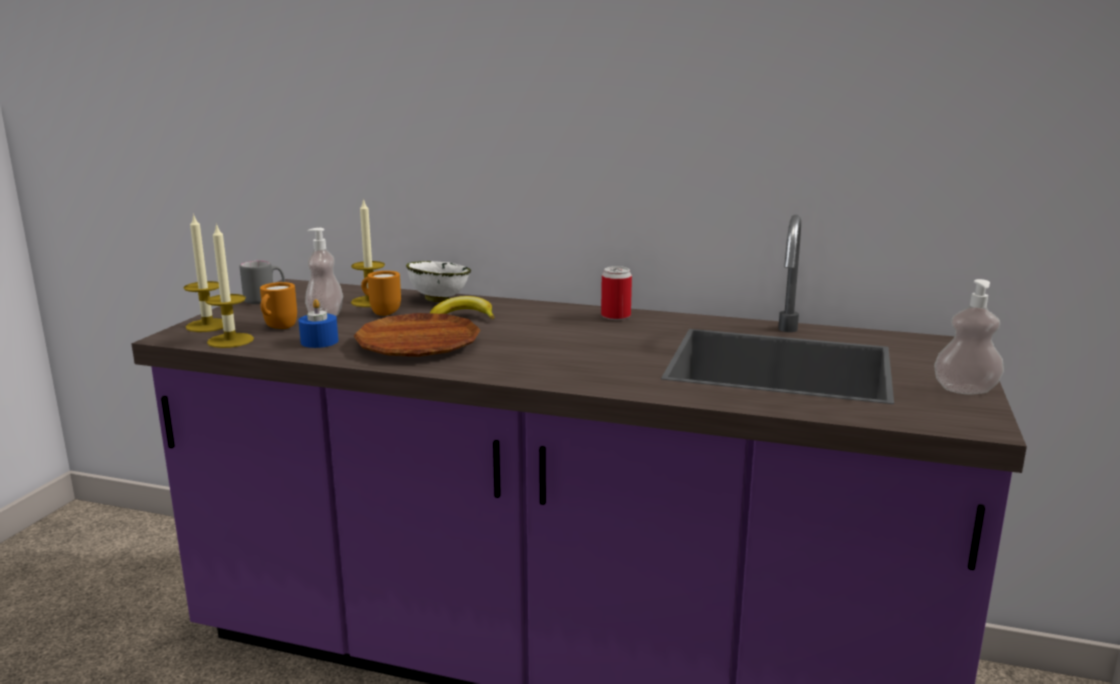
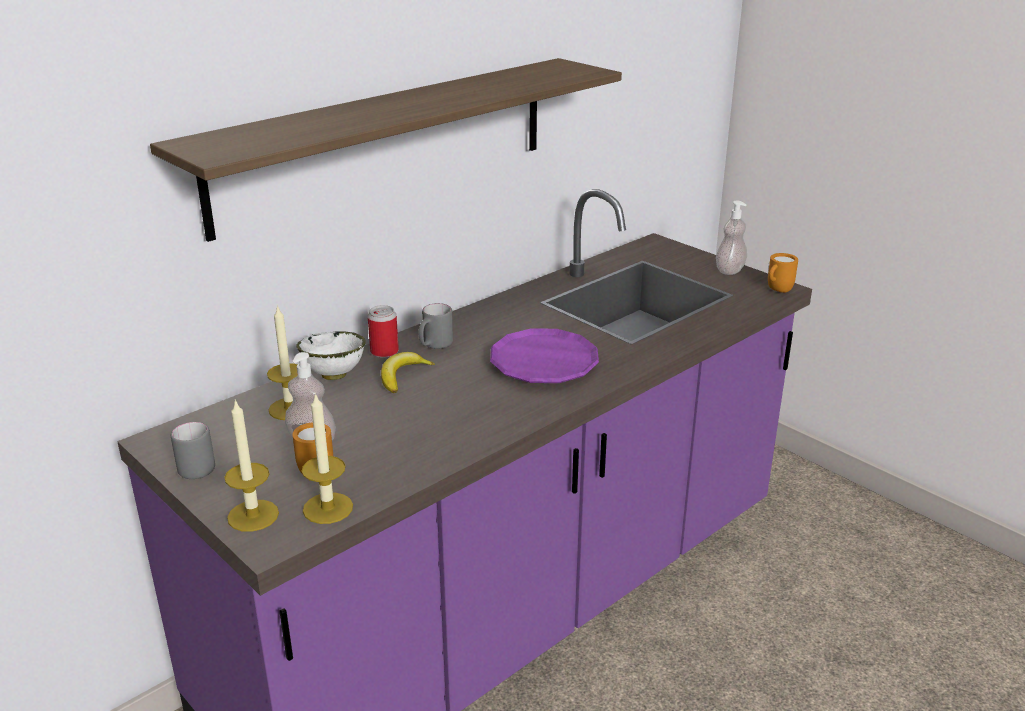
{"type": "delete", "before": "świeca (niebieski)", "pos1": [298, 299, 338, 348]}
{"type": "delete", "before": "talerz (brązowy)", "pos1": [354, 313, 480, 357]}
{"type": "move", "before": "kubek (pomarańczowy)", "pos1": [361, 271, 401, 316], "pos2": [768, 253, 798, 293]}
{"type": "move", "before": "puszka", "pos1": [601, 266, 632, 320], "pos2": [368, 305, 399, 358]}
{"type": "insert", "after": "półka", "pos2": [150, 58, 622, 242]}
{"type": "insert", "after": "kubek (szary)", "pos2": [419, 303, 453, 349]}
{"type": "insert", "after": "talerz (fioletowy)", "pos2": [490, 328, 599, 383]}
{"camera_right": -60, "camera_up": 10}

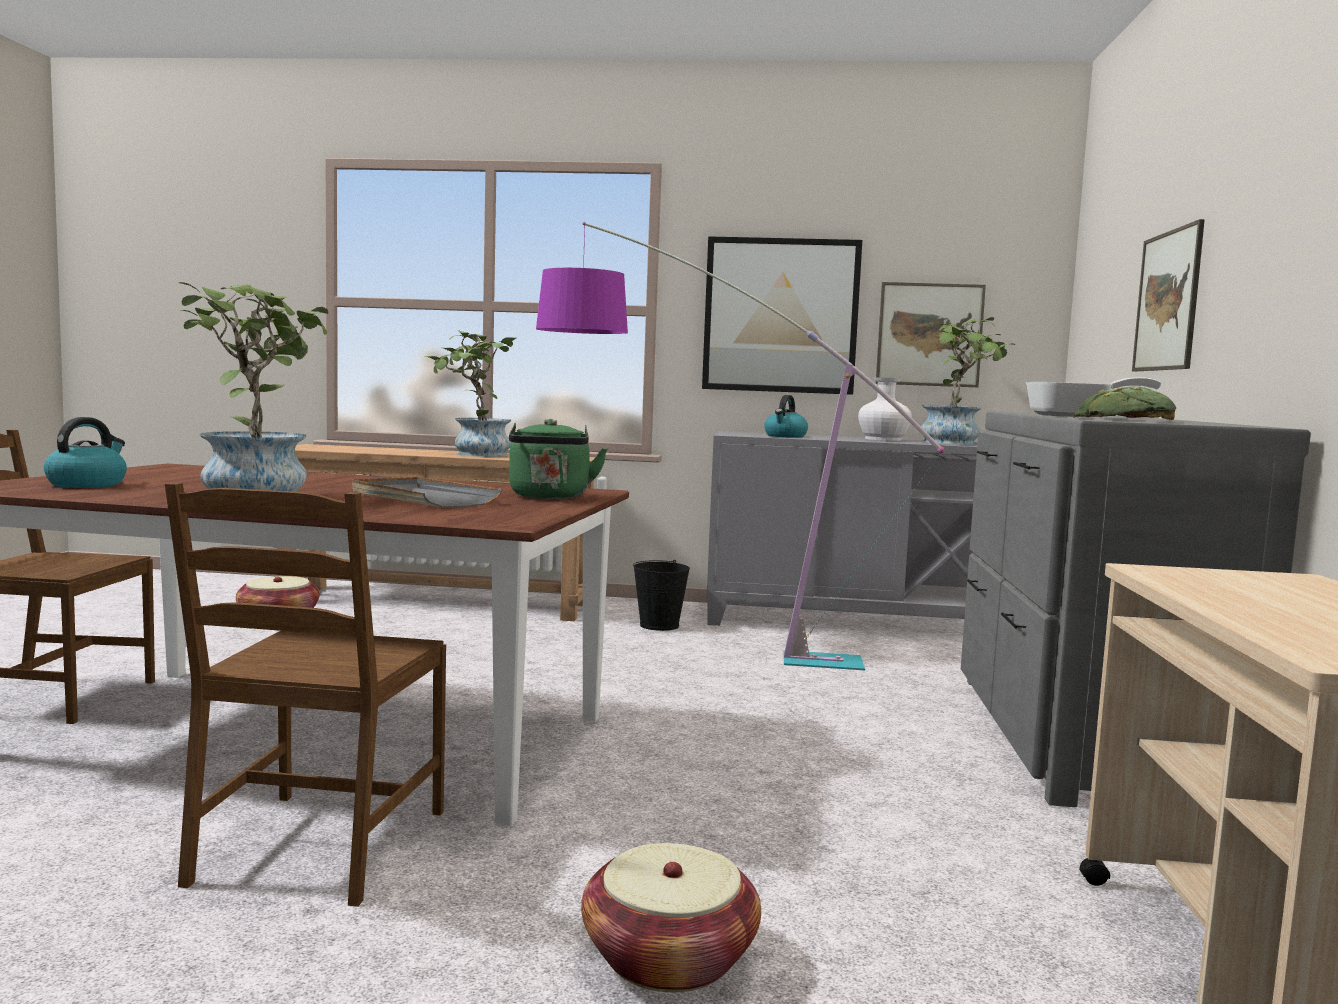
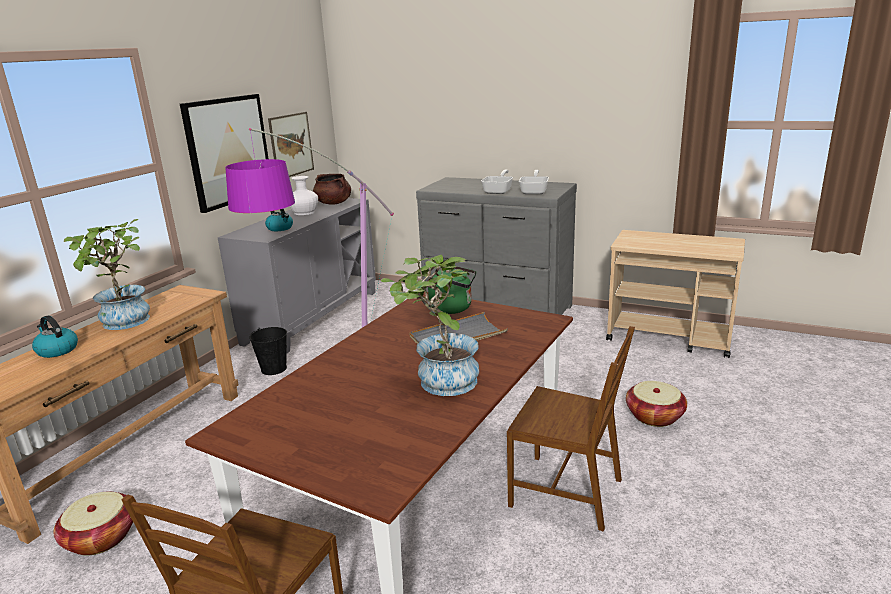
{"type": "move", "before": "czajnik", "pos1": [44, 417, 127, 488], "pos2": [32, 316, 78, 358]}
{"type": "replace", "before": "roślina doniczkowa", "after": "garnek (brązowy)", "pos1": [921, 317, 1016, 445], "pos2": [313, 174, 351, 205]}
{"type": "replace", "before": "chleb", "after": "patelnia", "pos1": [1073, 386, 1176, 420], "pos2": [519, 170, 549, 194]}
{"type": "delete", "before": "obraz", "pos1": [1132, 219, 1205, 371]}
{"camera_right": -70, "camera_up": 15}

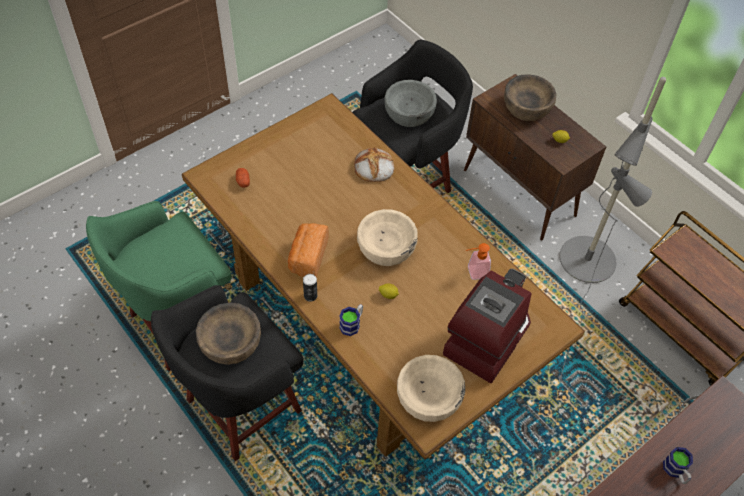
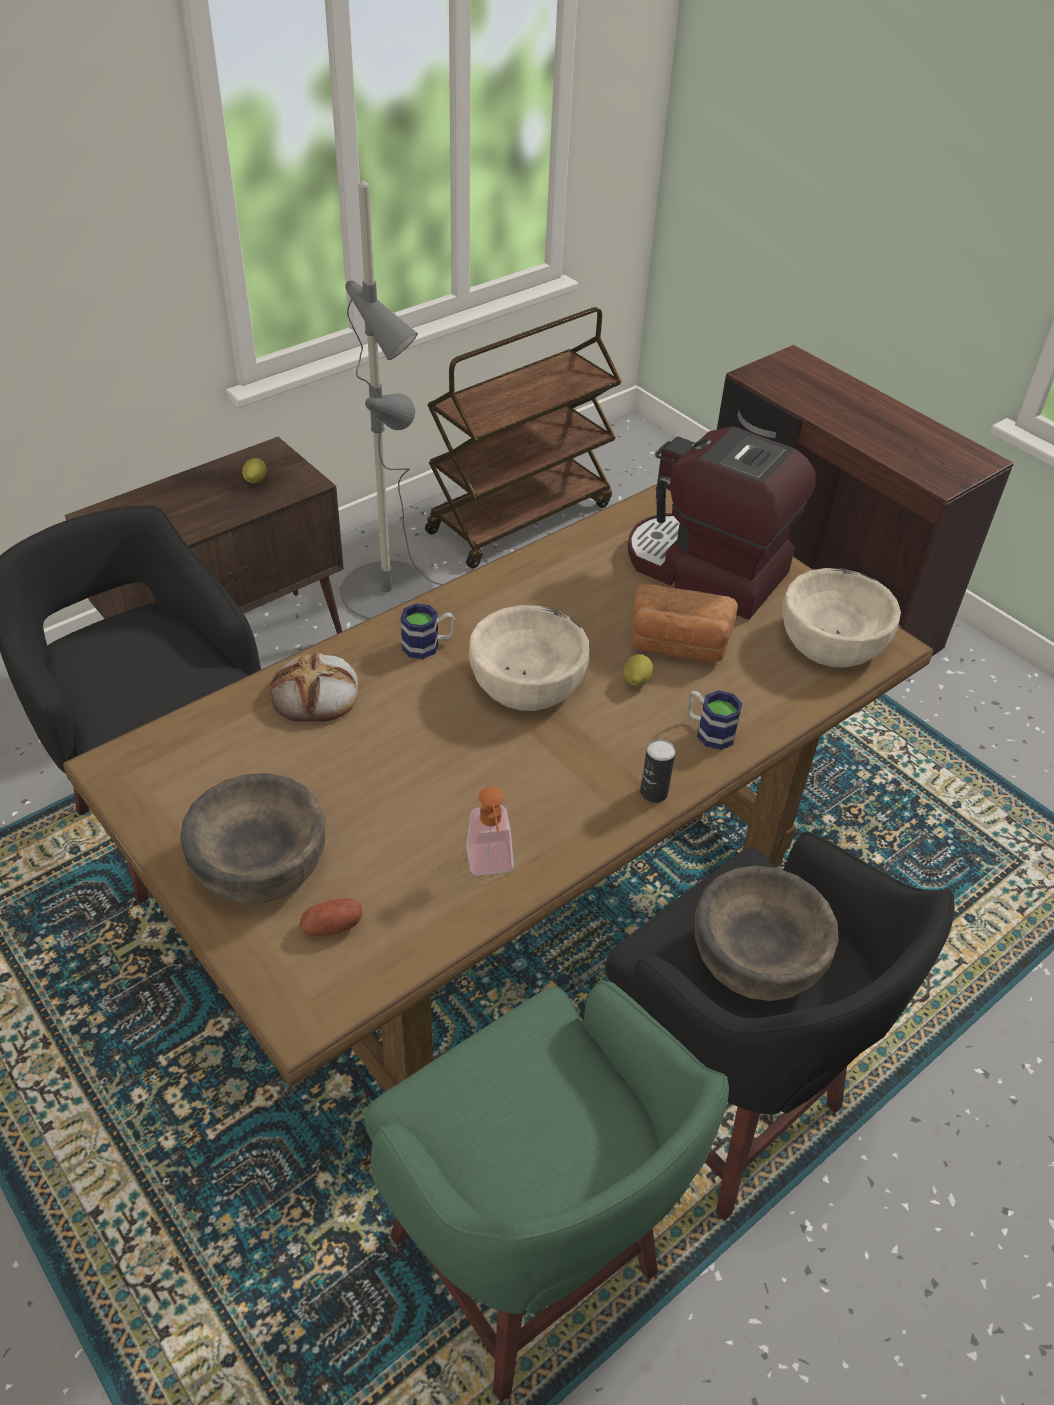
{"type": "move", "before": "chleb", "pos1": [288, 223, 328, 278], "pos2": [632, 584, 738, 662]}
{"type": "delete", "before": "miska (szary)", "pos1": [384, 80, 437, 127]}
{"type": "move", "before": "dozownik mydła", "pos1": [466, 243, 491, 280], "pos2": [466, 787, 514, 876]}
{"type": "move", "before": "miska (brązowy)", "pos1": [504, 74, 557, 121], "pos2": [180, 773, 325, 904]}
{"type": "move", "before": "kubek", "pos1": [663, 447, 693, 484], "pos2": [400, 604, 455, 659]}
{"camera_right": -90, "camera_up": -10}

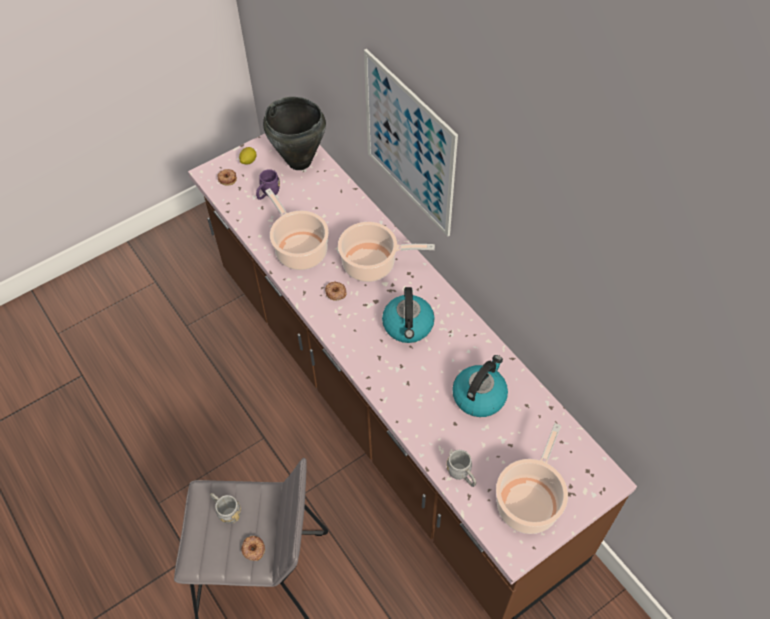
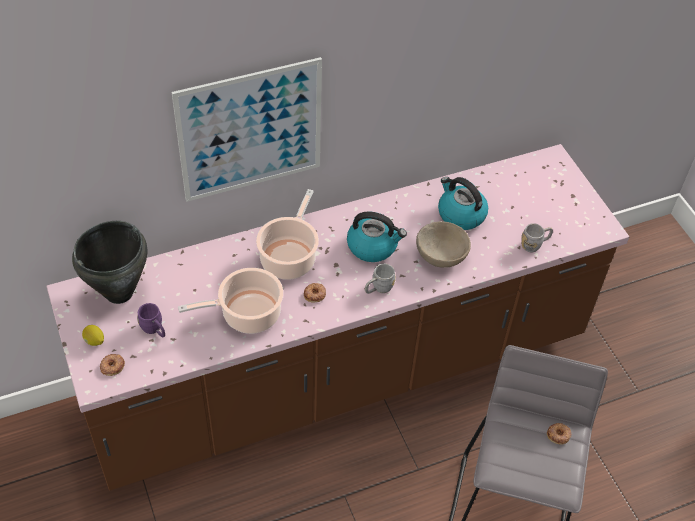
{"type": "move", "before": "kubek (szary)", "pos1": [210, 493, 241, 524], "pos2": [365, 263, 396, 294]}
{"type": "delete", "before": "garnek", "pos1": [496, 423, 568, 534]}
{"type": "insert", "after": "miska (beżowy)", "pos2": [416, 221, 471, 268]}
{"camera_right": -80, "camera_up": -5}

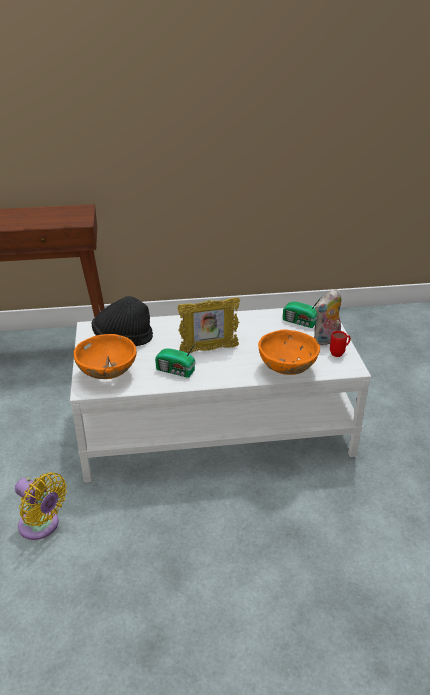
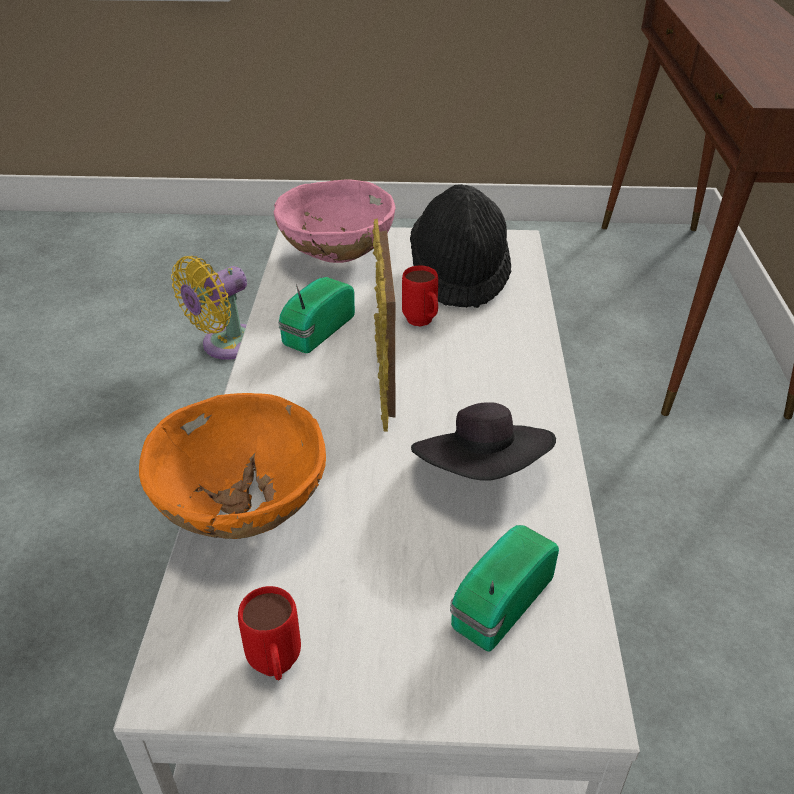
{"type": "recolor", "before": "miska (pomarańczowy)", "after": "miska (różowy)", "pos1": [74, 334, 137, 379], "pos2": [273, 179, 396, 263]}
{"type": "delete", "before": "pluszak", "pos1": [314, 289, 342, 346]}
{"type": "insert", "after": "kubek (czerwony)", "pos2": [402, 266, 438, 326]}
{"type": "insert", "after": "kapelusz (czarny)", "pos2": [411, 402, 556, 481]}
{"camera_right": 100, "camera_up": 5}

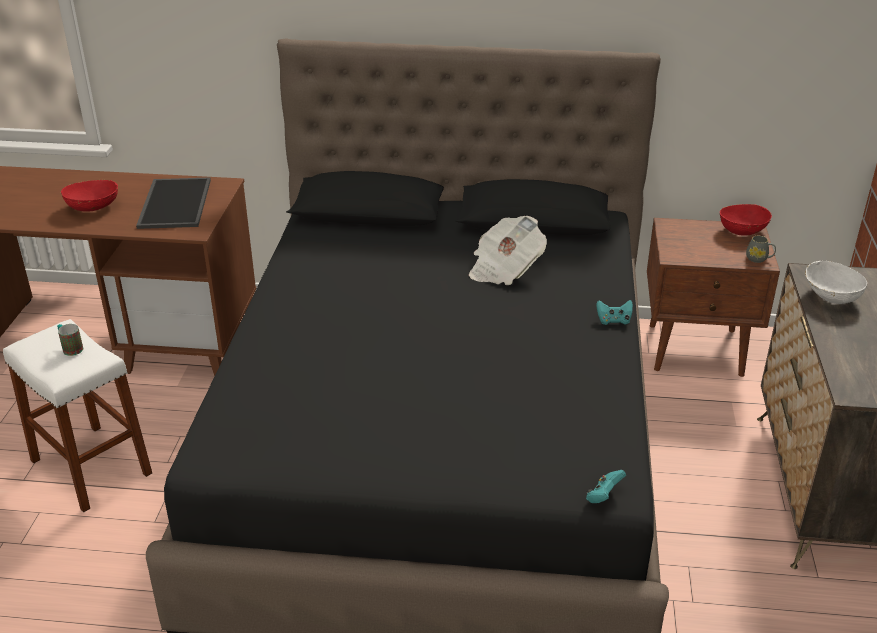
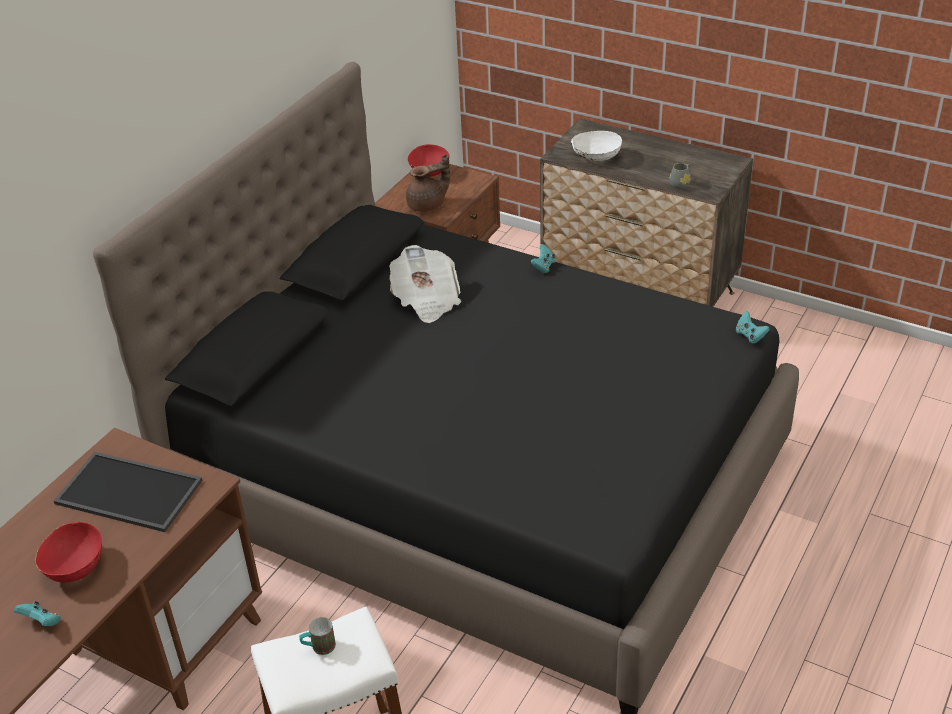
{"type": "move", "before": "kubek (szary)", "pos1": [746, 236, 776, 263], "pos2": [669, 163, 691, 189]}
{"type": "insert", "after": "pad do gier (turkusowy)", "pos2": [14, 601, 61, 626]}
{"type": "insert", "after": "imbryk (brązowy)", "pos2": [406, 154, 450, 212]}
{"camera_right": -65, "camera_up": 5}

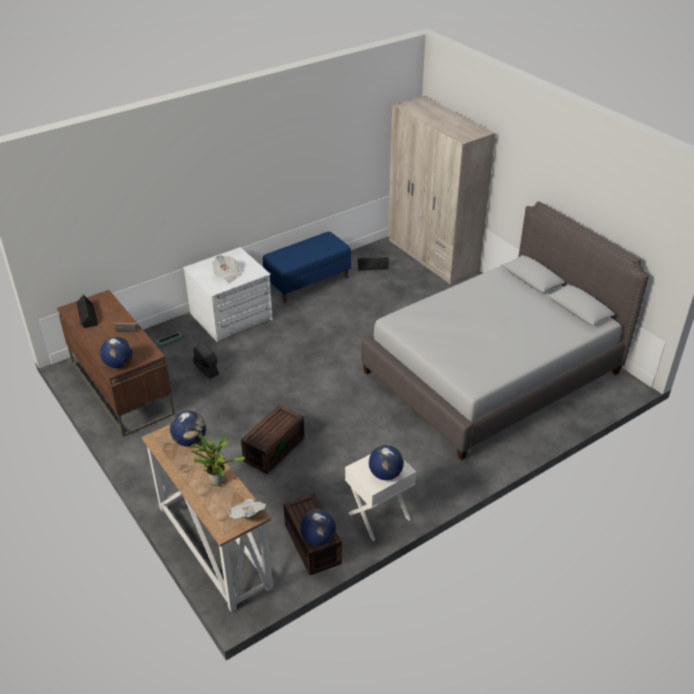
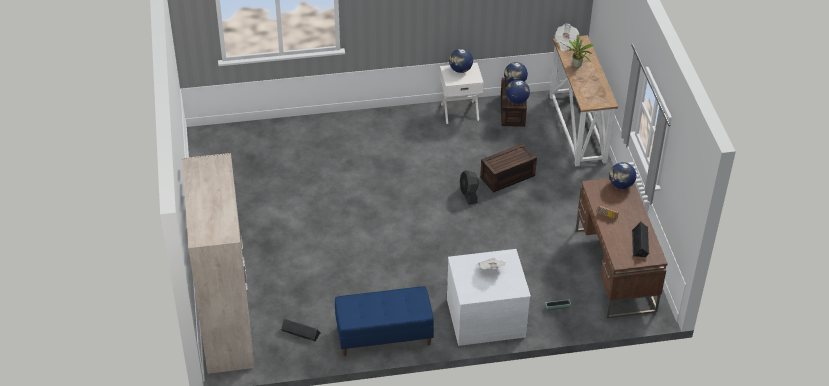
{"type": "move", "before": "globus", "pos1": [170, 411, 206, 446], "pos2": [506, 80, 530, 104]}
{"type": "move", "before": "wentylator (czarny)", "pos1": [193, 342, 219, 379], "pos2": [460, 170, 479, 205]}
{"type": "delete", "before": "łóżko (szary)", "pos1": [361, 201, 649, 460]}
{"camera_right": -155, "camera_up": 5}

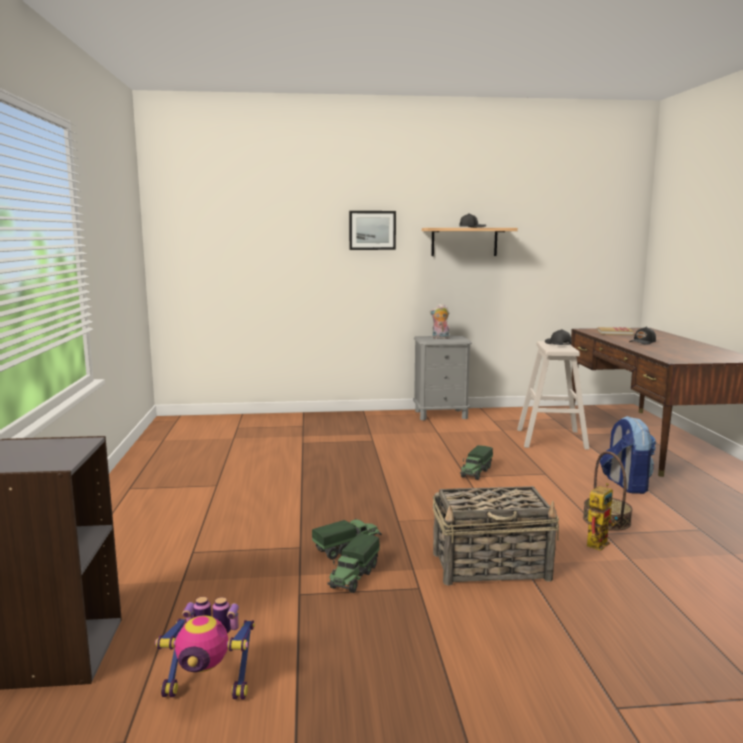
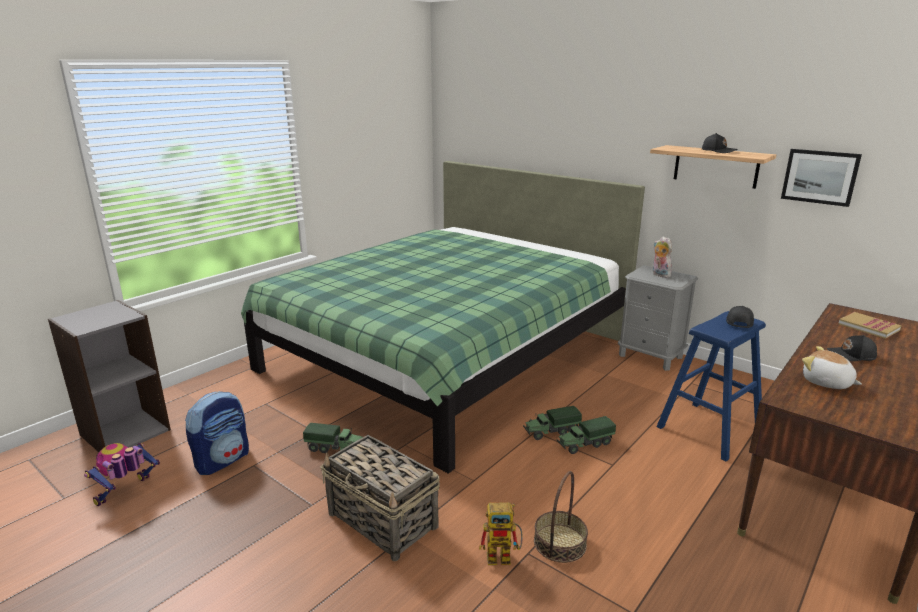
{"type": "rotate", "before": "robot zabawkowy", "pos1": [155, 597, 255, 699], "pos2": [84, 443, 160, 506], "turn": 75}
{"type": "move", "before": "ciężarówka zabawkowa", "pos1": [327, 533, 380, 593], "pos2": [556, 416, 616, 454]}
{"type": "move", "before": "obraz", "pos1": [349, 211, 396, 250], "pos2": [781, 149, 862, 207]}
{"type": "recolor", "before": "stołek (beżowy)", "after": "stołek (niebieski)", "pos1": [517, 341, 590, 450], "pos2": [657, 311, 766, 461]}
{"type": "move", "before": "plecak", "pos1": [600, 416, 656, 494], "pos2": [185, 391, 249, 475]}
{"type": "insert", "after": "łóżko (zielony)", "pos2": [241, 161, 645, 473]}
{"type": "insert", "after": "pluszak", "pos2": [802, 346, 862, 389]}
{"camera_right": 45, "camera_up": 10}

